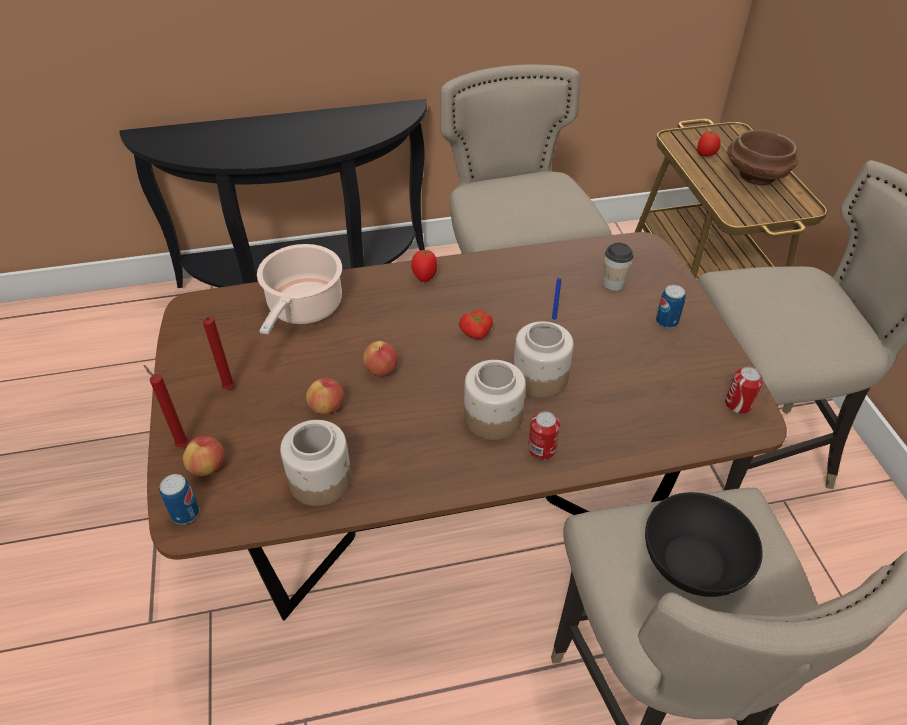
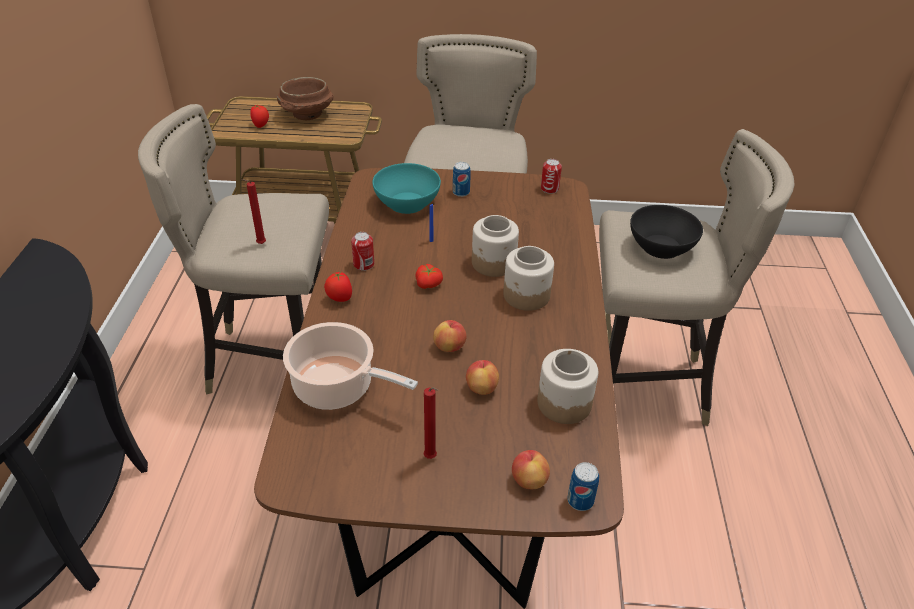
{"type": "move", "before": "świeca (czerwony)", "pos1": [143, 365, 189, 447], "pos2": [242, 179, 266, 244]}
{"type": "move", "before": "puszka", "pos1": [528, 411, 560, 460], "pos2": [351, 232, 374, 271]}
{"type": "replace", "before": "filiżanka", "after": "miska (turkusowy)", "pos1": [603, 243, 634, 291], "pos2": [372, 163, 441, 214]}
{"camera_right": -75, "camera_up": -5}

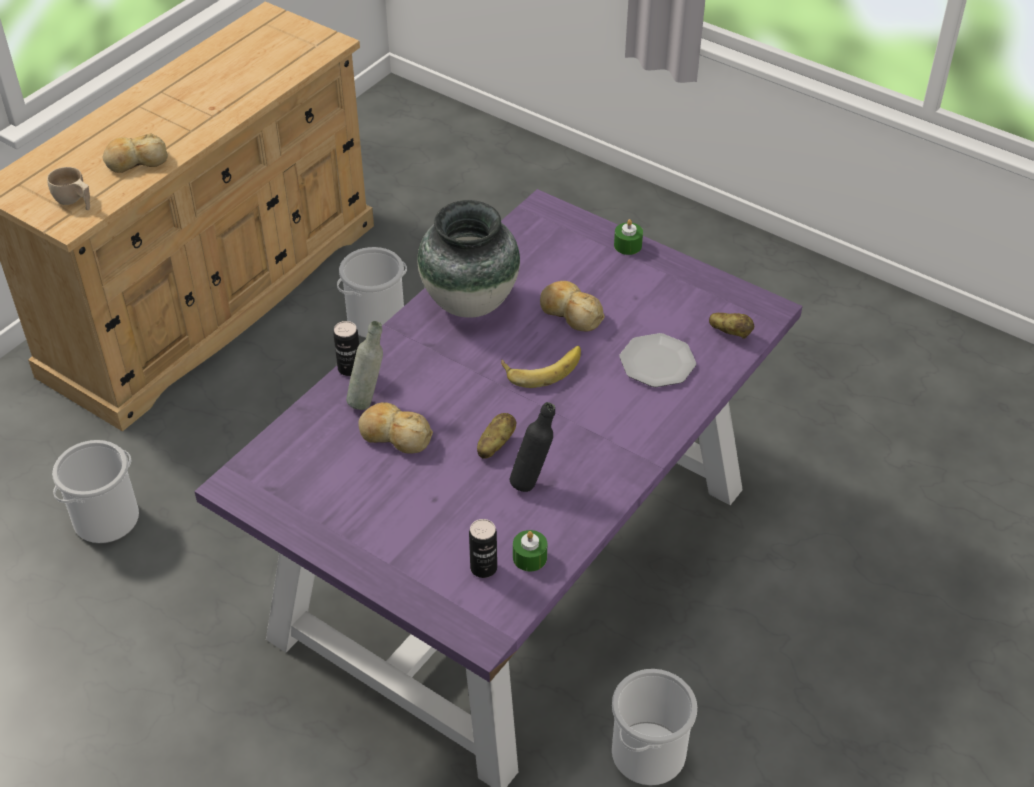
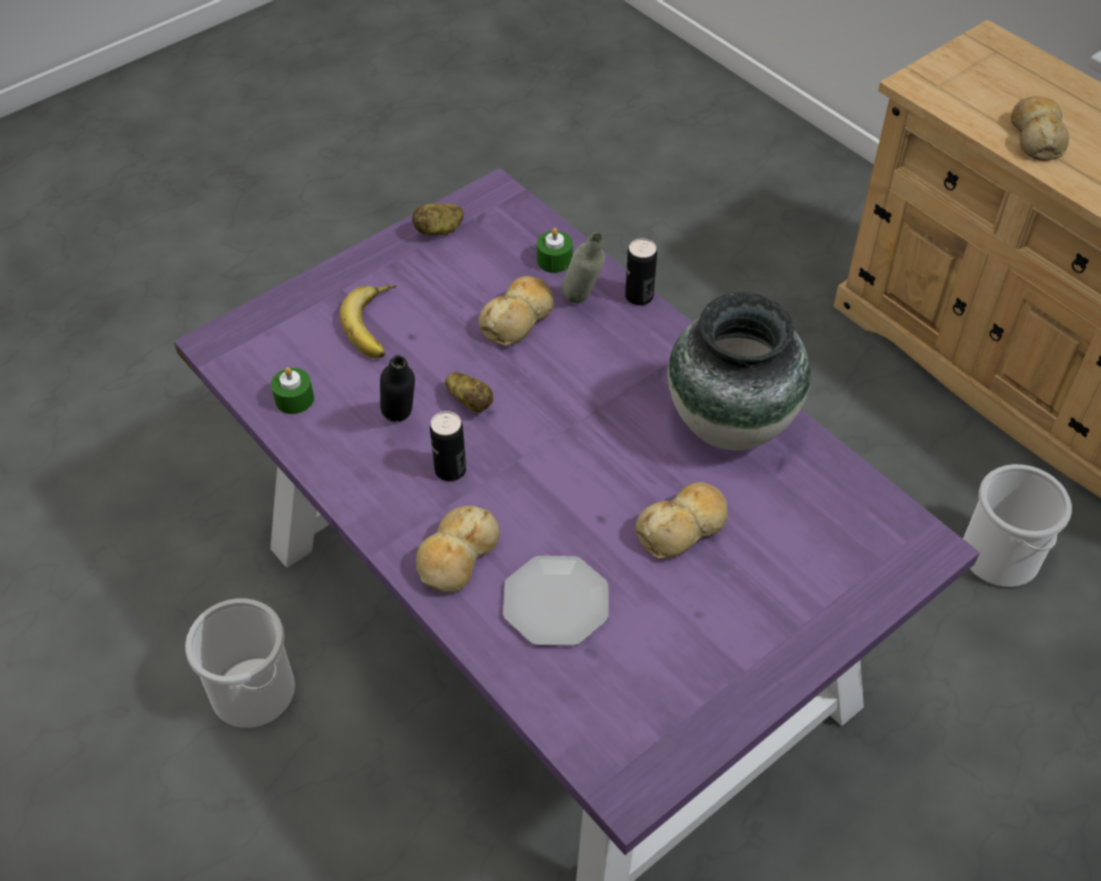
{"type": "delete", "before": "filiżanka (beżowy)", "pos1": [47, 167, 90, 210]}
{"type": "delete", "before": "wiadro", "pos1": [52, 440, 139, 544]}
{"type": "move", "before": "puszka", "pos1": [469, 519, 497, 578], "pos2": [430, 411, 466, 481]}
{"type": "move", "before": "banan", "pos1": [501, 346, 581, 388], "pos2": [340, 285, 396, 358]}
{"type": "move", "before": "świeca (zielony)", "pos1": [614, 219, 643, 255], "pos2": [537, 228, 573, 273]}
{"type": "move", "before": "ziemniak", "pos1": [709, 313, 754, 339], "pos2": [412, 203, 463, 235]}
{"type": "insert", "after": "chleb", "pos2": [416, 506, 500, 593]}
{"camera_right": 105, "camera_up": 5}

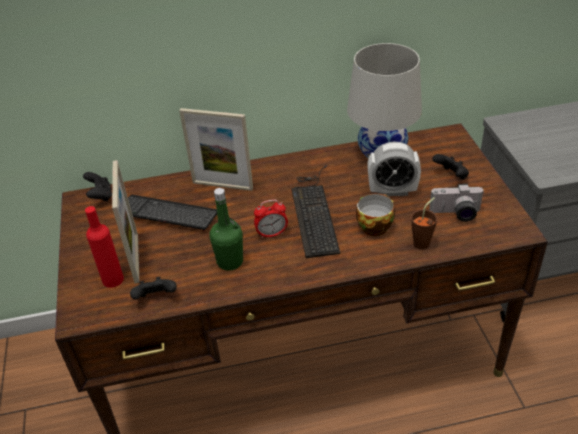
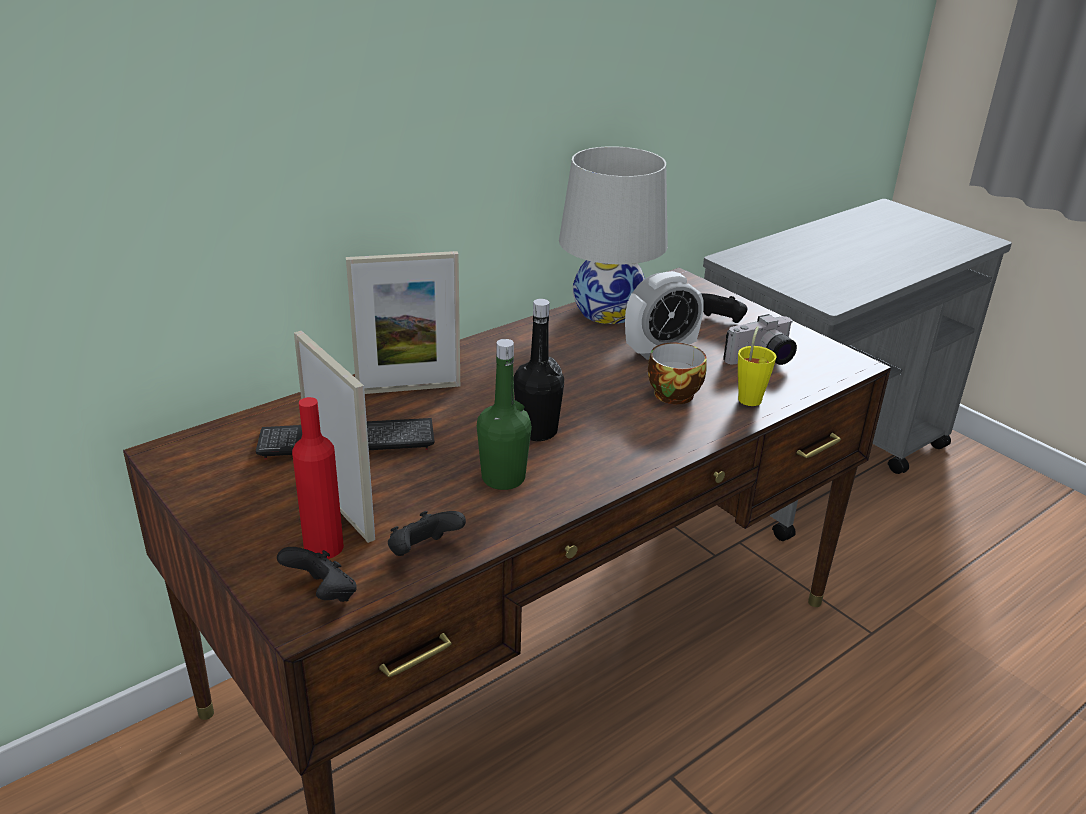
{"type": "move", "before": "pad do gier (czarny)", "pos1": [83, 172, 112, 202], "pos2": [277, 547, 357, 602]}
{"type": "replace", "before": "budzik", "after": "butelka (czarny)", "pos1": [254, 200, 288, 238], "pos2": [514, 299, 564, 441]}
{"type": "delete", "before": "klawiatura", "pos1": [291, 165, 340, 258]}
{"type": "recolor", "before": "filiżanka (brązowy)", "after": "filiżanka (żółty)", "pos1": [411, 197, 437, 250], "pos2": [738, 326, 777, 406]}
{"camera_right": -30, "camera_up": -10}

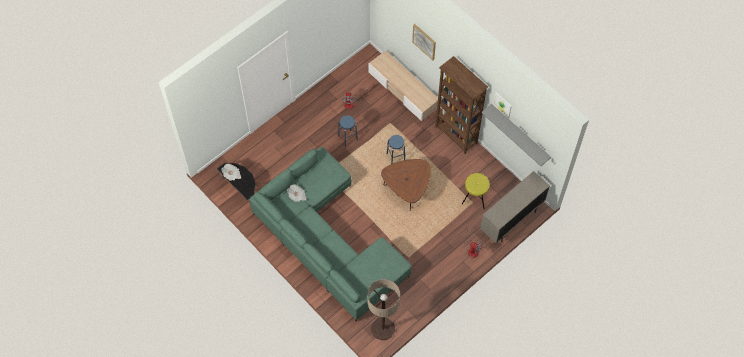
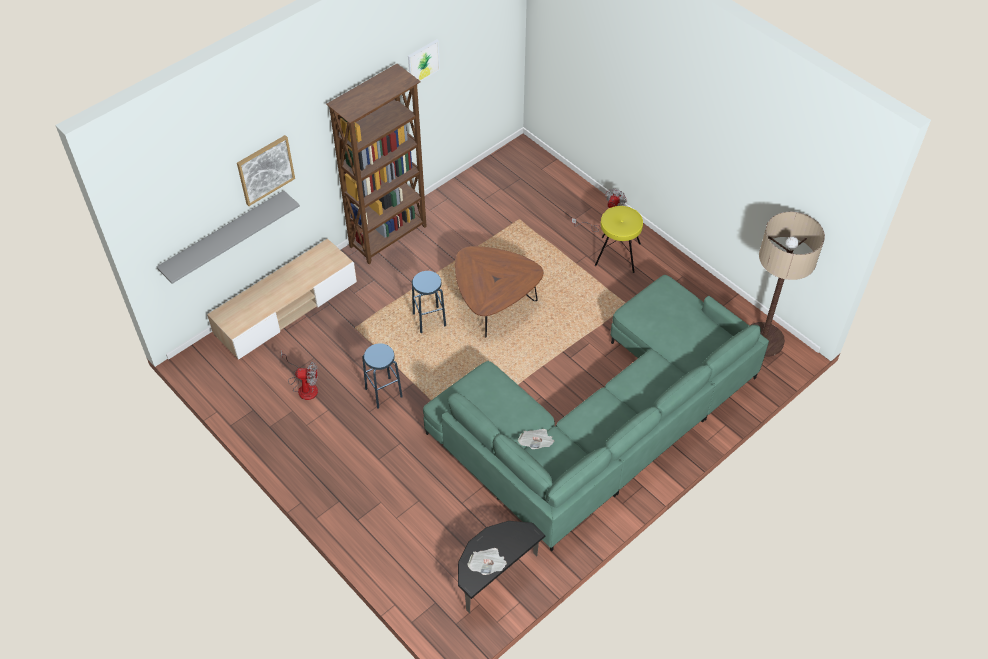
{"type": "move", "before": "stołek (żółty)", "pos1": [462, 173, 490, 209], "pos2": [595, 206, 643, 273]}
{"type": "delete", "before": "szafka (beżowy)", "pos1": [480, 171, 550, 243]}
{"type": "move", "before": "półka (szary)", "pos1": [481, 104, 551, 166], "pos2": [156, 191, 300, 284]}
{"camera_right": -90, "camera_up": -10}

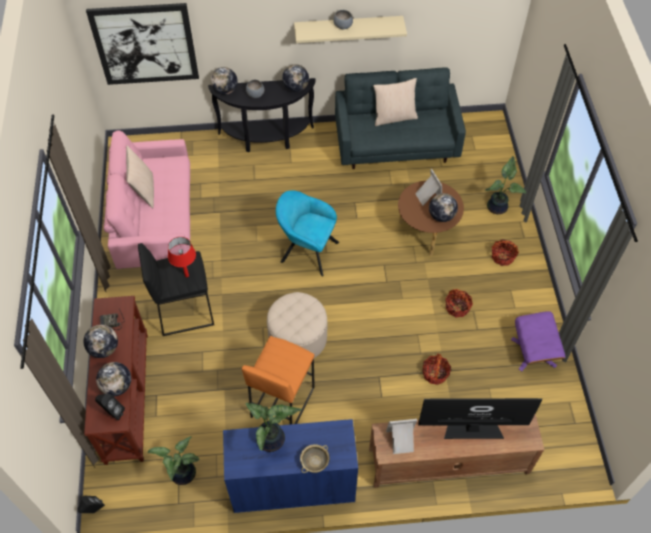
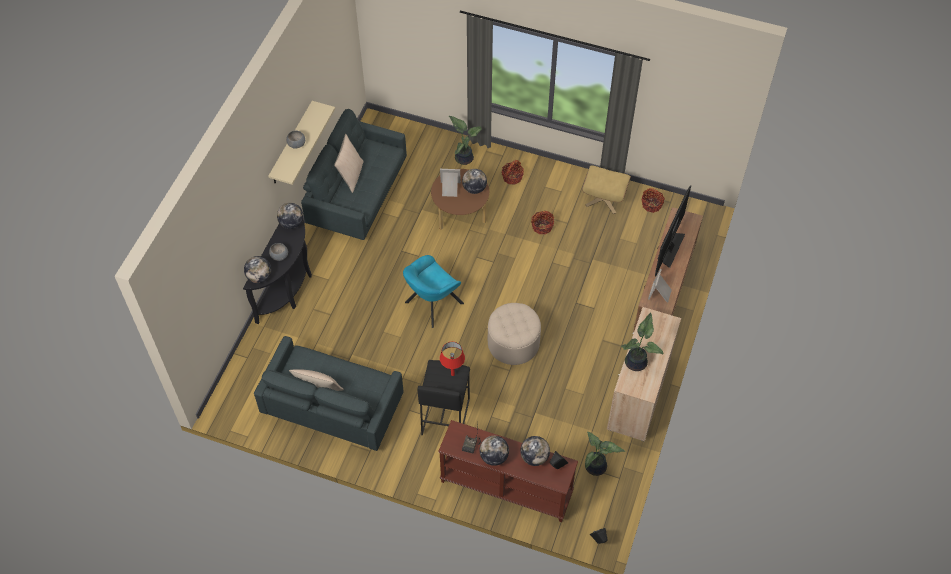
{"type": "delete", "before": "obraz", "pos1": [86, 3, 199, 85]}
{"type": "recolor", "before": "kanapa (różowy)", "after": "kanapa (szary)", "pos1": [104, 130, 190, 269], "pos2": [254, 336, 403, 451]}
{"type": "recolor", "before": "szafka (niebieski)", "after": "szafka (beżowy)", "pos1": [223, 419, 358, 513], "pos2": [607, 307, 681, 441]}
{"type": "delete", "before": "stołek (pomarańczowy)", "pos1": [242, 336, 315, 424]}
{"type": "delete", "before": "miska (beżowy)", "pos1": [300, 444, 329, 473]}
{"type": "move", "before": "koszyk", "pos1": [422, 353, 451, 385], "pos2": [641, 188, 665, 213]}
{"type": "recolor", "before": "pufa (fioletowy)", "after": "pufa (beżowy)", "pos1": [511, 311, 566, 371], "pos2": [582, 165, 631, 214]}
{"camera_right": -65, "camera_up": 0}

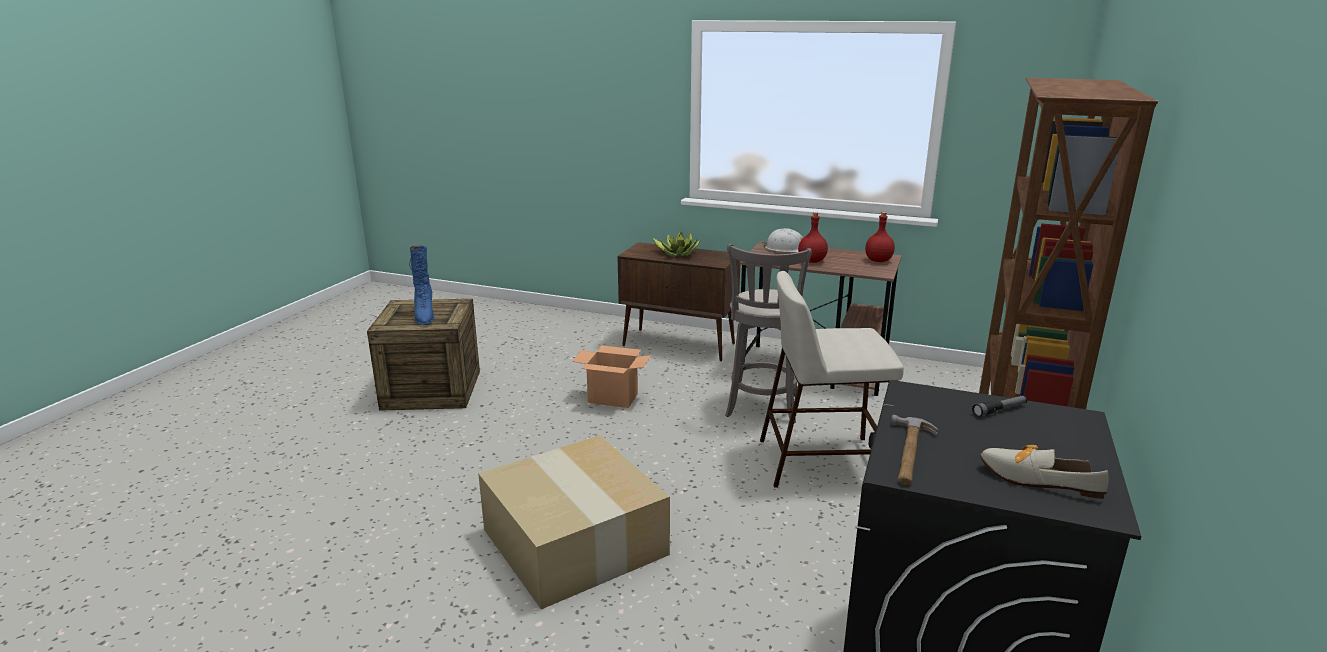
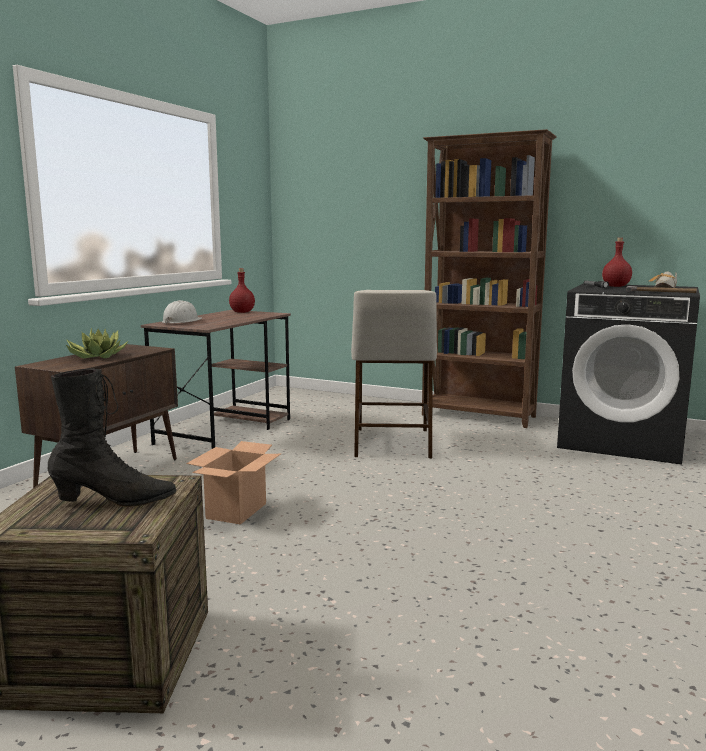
{"type": "recolor", "before": "but z cholewką (niebieski)", "after": "but z cholewką (czarny)", "pos1": [409, 246, 435, 325], "pos2": [48, 368, 177, 507]}
{"type": "delete", "before": "karton", "pos1": [478, 435, 670, 609]}
{"type": "delete", "before": "stołek (szary)", "pos1": [725, 244, 812, 423]}
{"type": "move", "before": "butelka (czerwony)", "pos1": [798, 212, 828, 263], "pos2": [602, 238, 632, 287]}
{"camera_right": -85, "camera_up": -10}

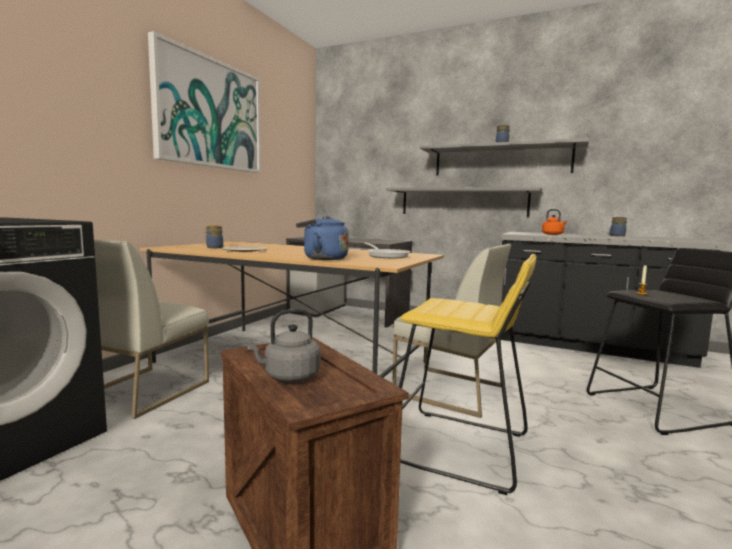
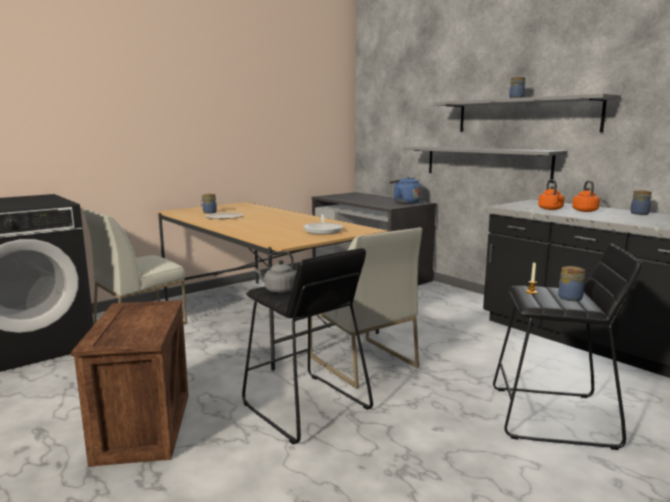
{"type": "delete", "before": "obraz", "pos1": [148, 31, 261, 173]}
{"type": "move", "before": "czajnik (szary)", "pos1": [247, 309, 321, 381], "pos2": [255, 251, 296, 293]}
{"type": "move", "before": "czajnik (niebieski)", "pos1": [296, 215, 349, 260], "pos2": [389, 177, 421, 204]}
{"type": "recolor", "before": "stołek (żółty)", "after": "stołek (czarny)", "pos1": [399, 254, 536, 495], "pos2": [242, 248, 373, 444]}
{"type": "insert", "after": "słoik", "pos2": [558, 266, 585, 301]}
{"type": "insert", "after": "czajnik (pomarańczowy)", "pos2": [572, 181, 600, 212]}
{"camera_right": 25, "camera_up": 5}

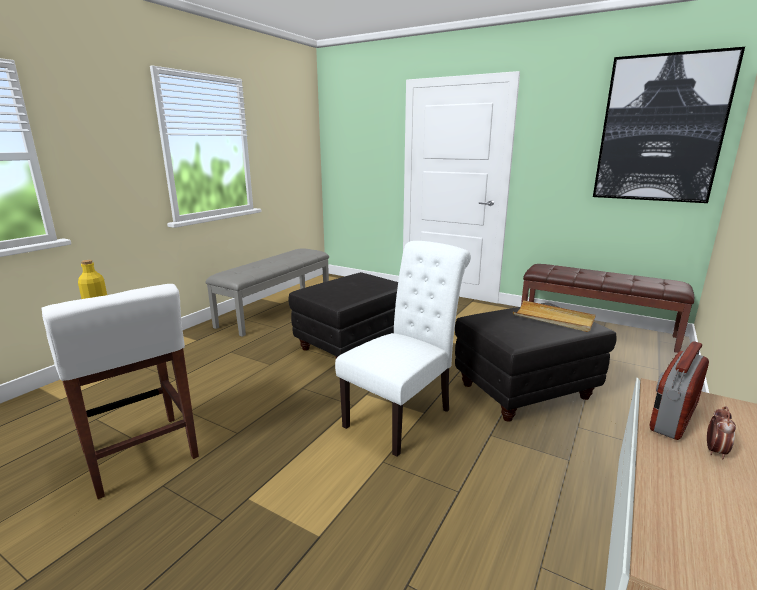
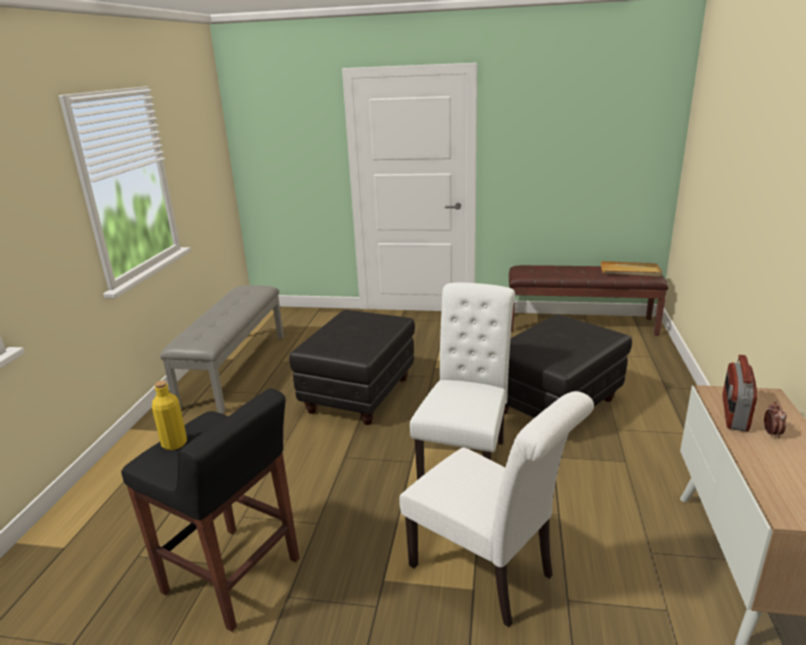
{"type": "recolor", "before": "stołek (biały)", "after": "stołek (czarny)", "pos1": [41, 284, 199, 499], "pos2": [121, 388, 299, 632]}
{"type": "move", "before": "taca (beżowy)", "pos1": [513, 300, 596, 332], "pos2": [601, 261, 662, 276]}
{"type": "delete", "before": "obraz", "pos1": [593, 47, 745, 203]}
{"type": "insert", "after": "krzesło (biały)", "pos2": [399, 391, 594, 627]}
{"camera_right": -20, "camera_up": 5}

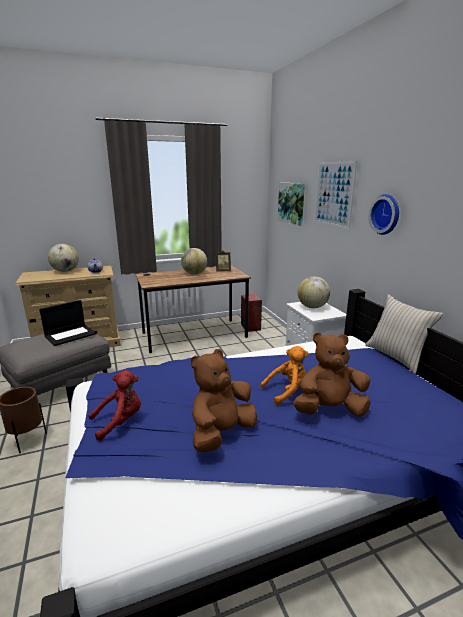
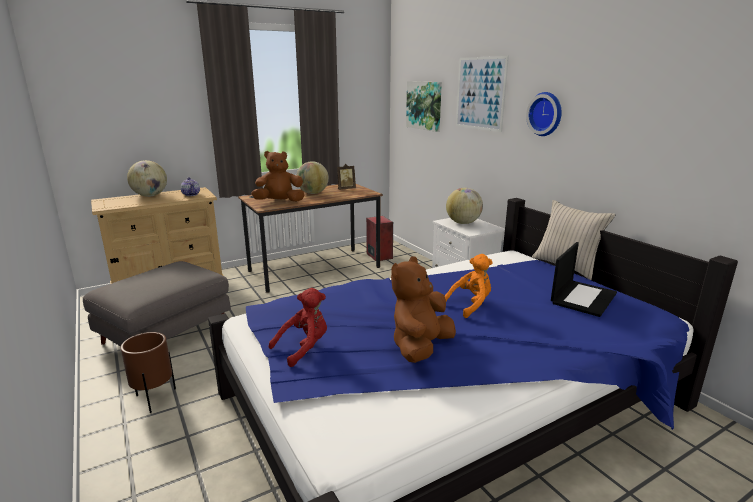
{"type": "move", "before": "laptop", "pos1": [39, 300, 96, 346], "pos2": [551, 242, 617, 317]}
{"type": "move", "before": "pluszak (brązowy)", "pos1": [293, 332, 371, 417], "pos2": [251, 151, 304, 202]}
{"camera_right": -10, "camera_up": 0}

